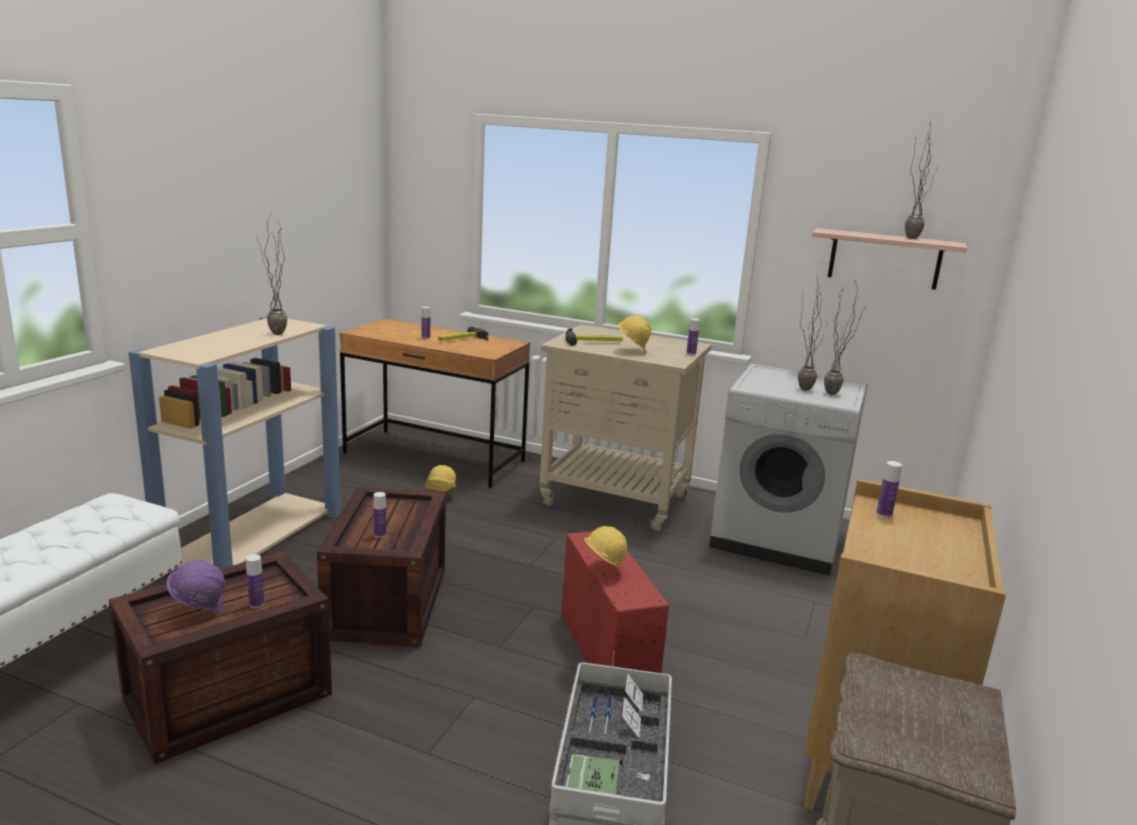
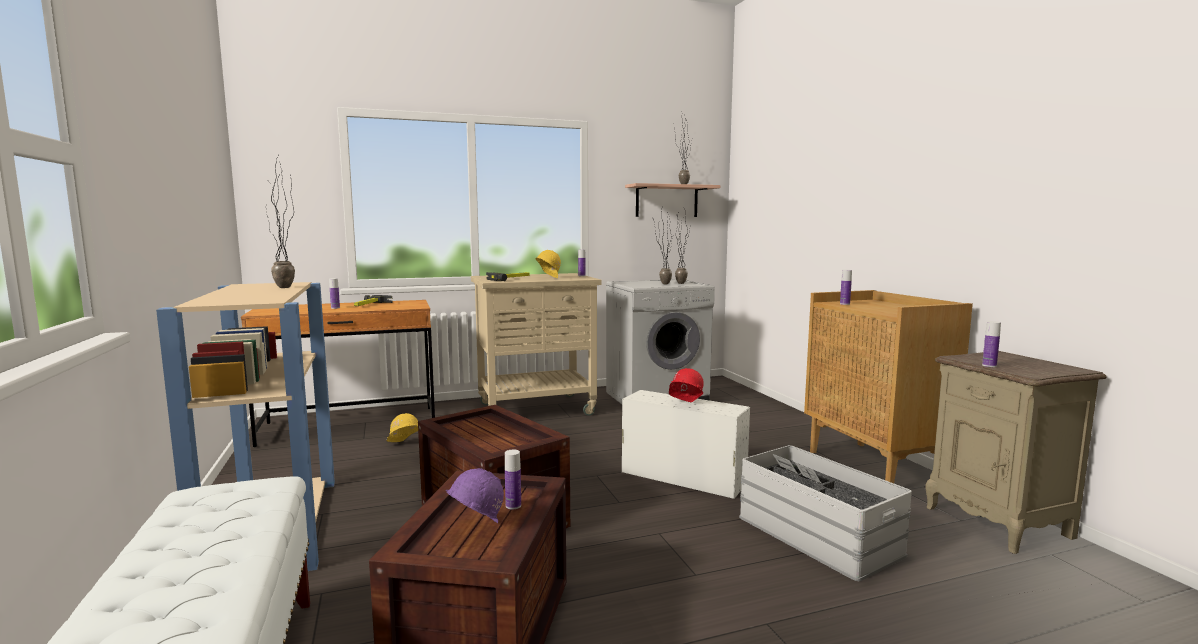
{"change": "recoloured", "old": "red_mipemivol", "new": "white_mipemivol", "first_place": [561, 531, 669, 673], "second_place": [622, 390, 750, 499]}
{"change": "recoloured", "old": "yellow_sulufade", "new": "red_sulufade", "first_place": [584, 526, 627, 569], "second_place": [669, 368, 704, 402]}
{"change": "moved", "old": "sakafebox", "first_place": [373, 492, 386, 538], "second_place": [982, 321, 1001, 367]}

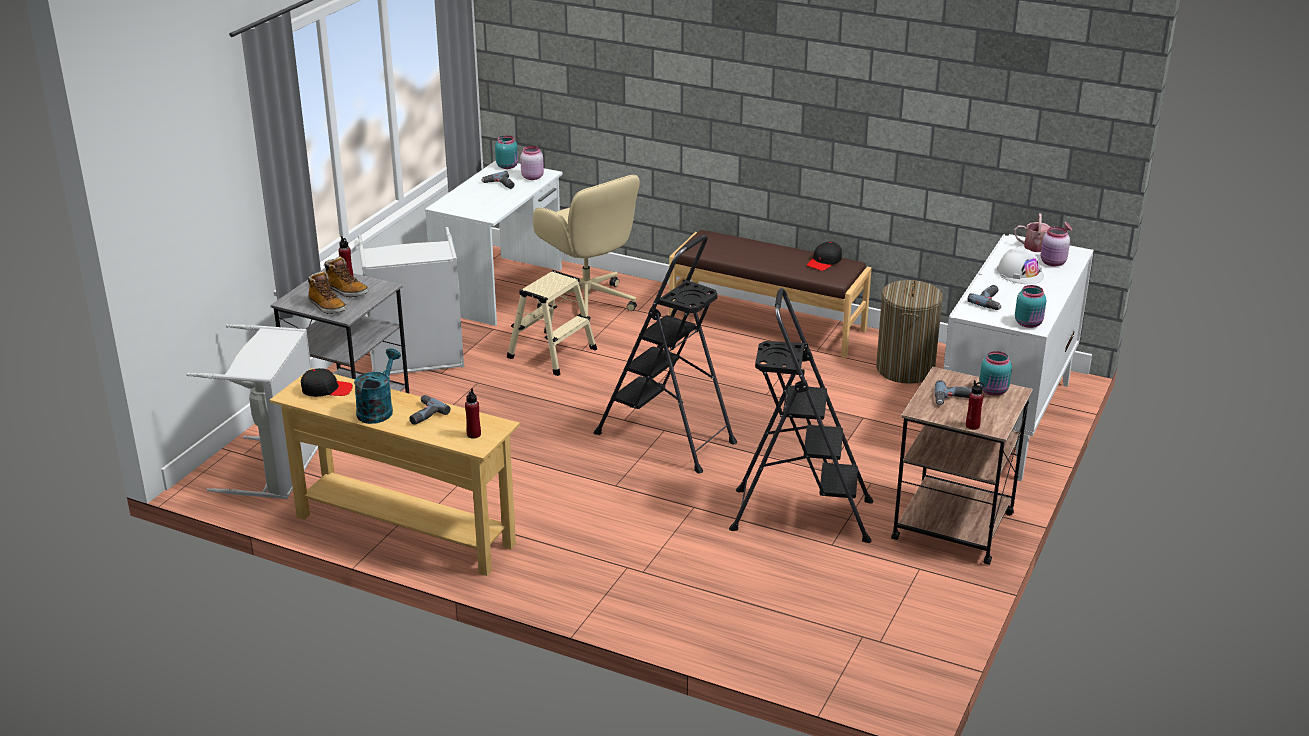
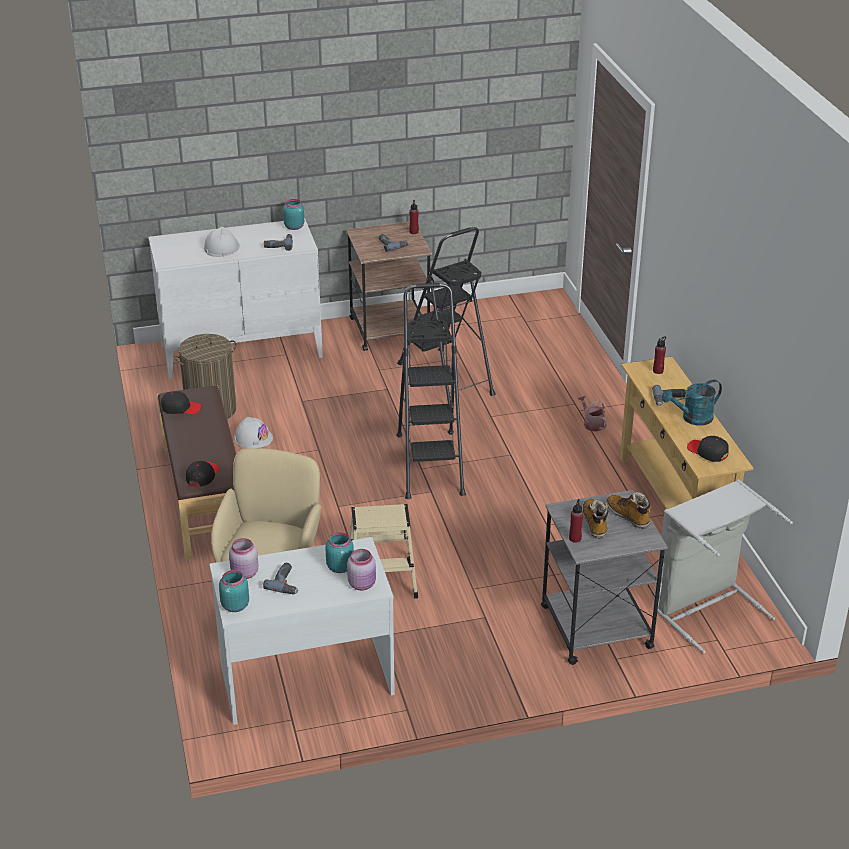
{"change": "added", "new": "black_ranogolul", "second_place": [186, 461, 219, 487]}
{"change": "added", "new": "white_sulufade", "second_place": [234, 417, 273, 448]}
{"change": "moved", "old": "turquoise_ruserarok", "first_place": [979, 351, 1012, 396], "second_place": [325, 532, 354, 573]}
{"change": "moved", "old": "pink_ruserarok", "first_place": [1041, 227, 1070, 266], "second_place": [347, 549, 376, 590]}
{"change": "moved", "old": "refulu", "first_place": [1014, 213, 1072, 252], "second_place": [578, 395, 607, 432]}
{"change": "turned", "old": "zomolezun", "first_place": [308, 271, 347, 314], "second_place": [606, 492, 650, 529], "degrees": -45}
{"change": "removed", "old": "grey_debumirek", "first_place": [358, 227, 465, 375]}

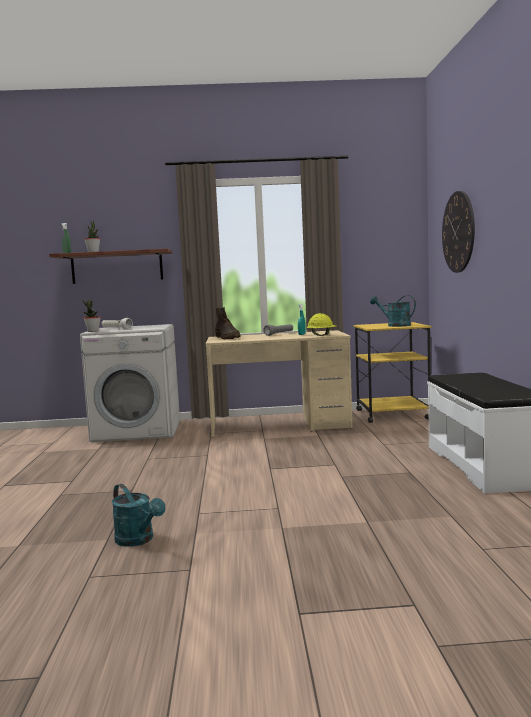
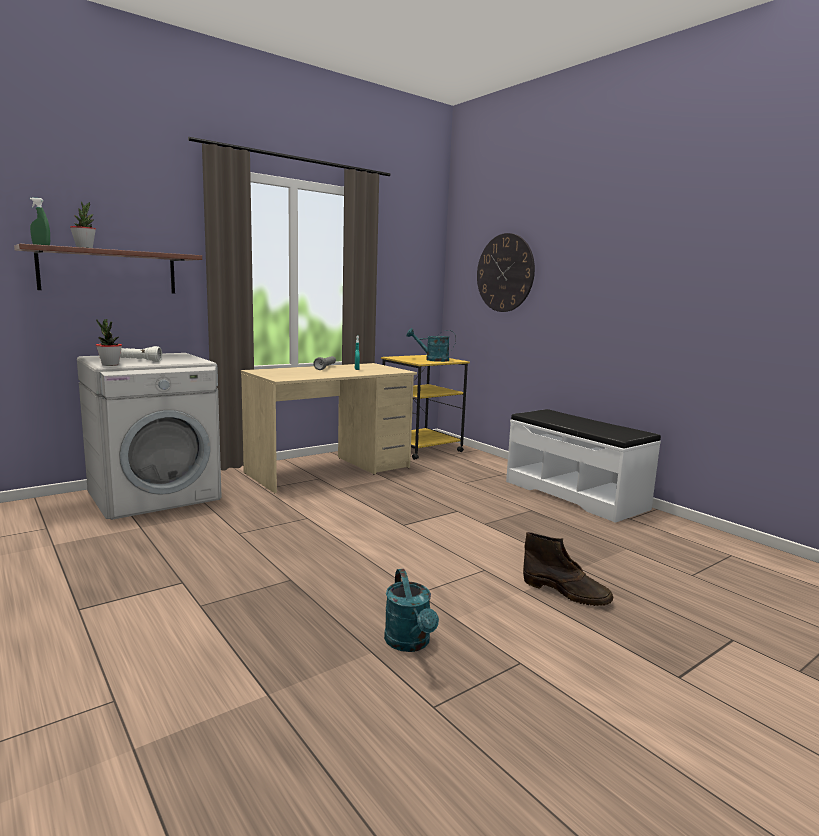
{"change": "turned", "old": "turquoise_refulu", "first_place": [112, 484, 166, 547], "second_place": [384, 569, 439, 652], "degrees": 60}
{"change": "moved", "old": "brown_zomolezun", "first_place": [215, 307, 240, 339], "second_place": [523, 532, 614, 606]}
{"change": "removed", "old": "yellow_sulufade", "first_place": [307, 313, 336, 336]}

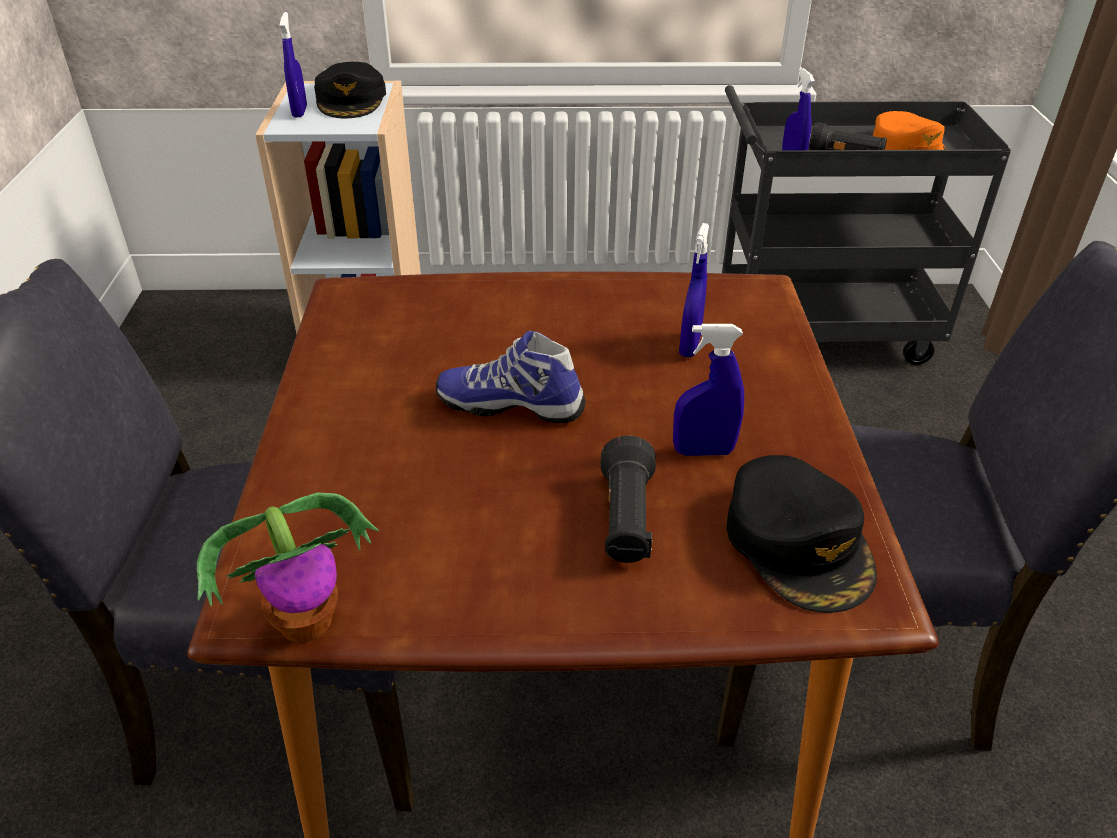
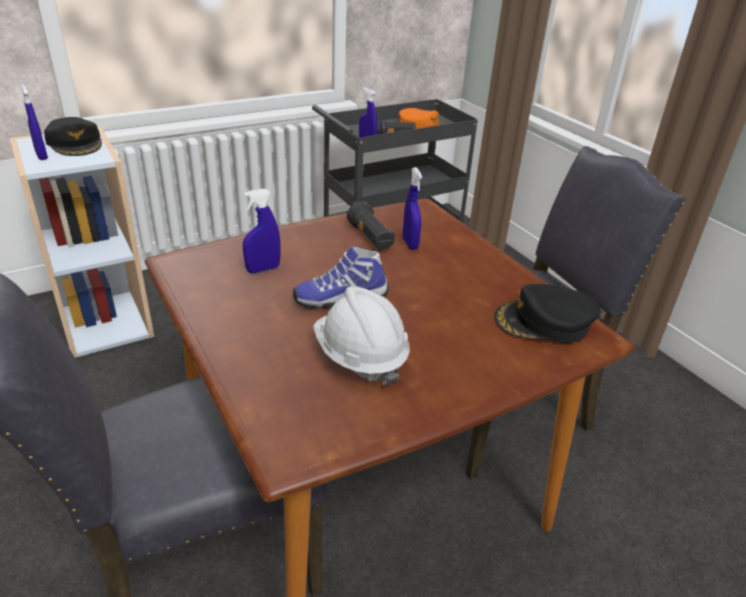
{"change": "moved", "old": "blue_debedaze", "first_place": [673, 324, 744, 456], "second_place": [243, 189, 280, 273]}
{"change": "added", "new": "white_sulufade", "second_place": [313, 286, 410, 386]}
{"change": "moved", "old": "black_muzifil", "first_place": [600, 436, 656, 563], "second_place": [347, 201, 395, 250]}
{"change": "turned", "old": "black_ranogolul", "first_place": [727, 455, 877, 613], "second_place": [494, 284, 601, 343], "degrees": 135}
{"change": "removed", "old": "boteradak", "first_place": [197, 492, 379, 643]}

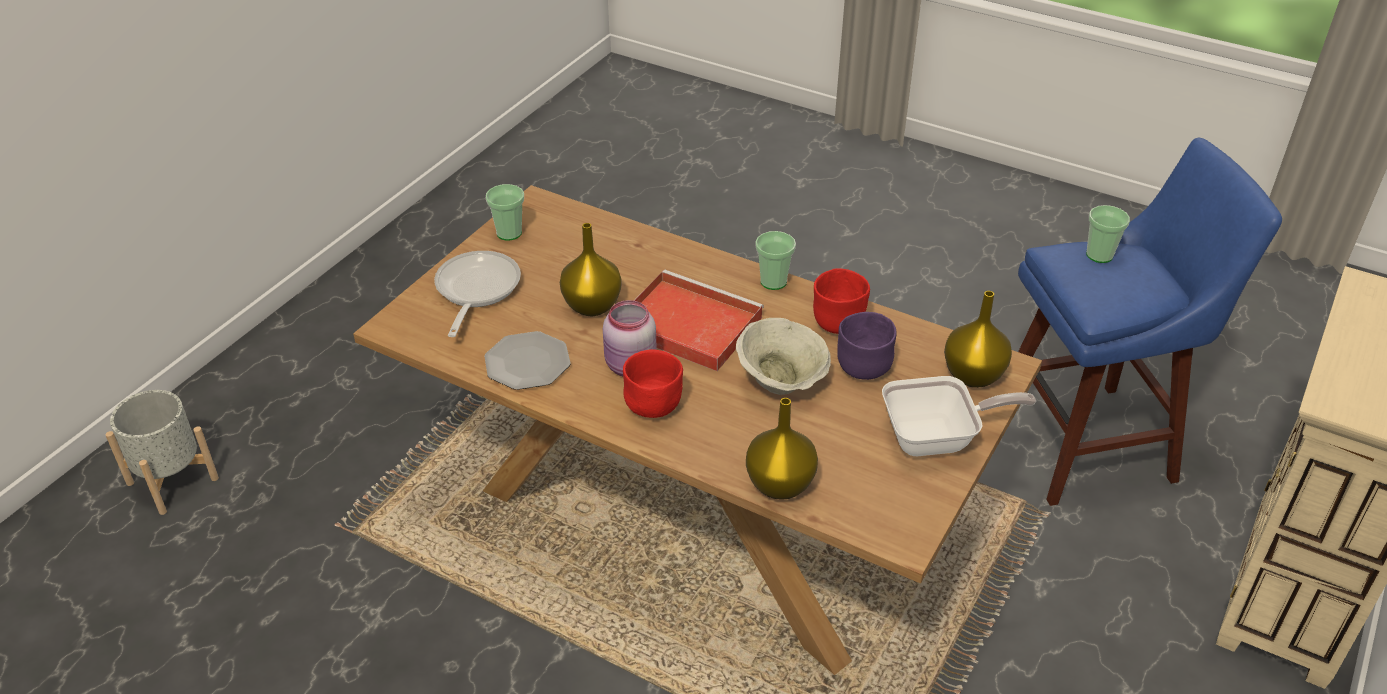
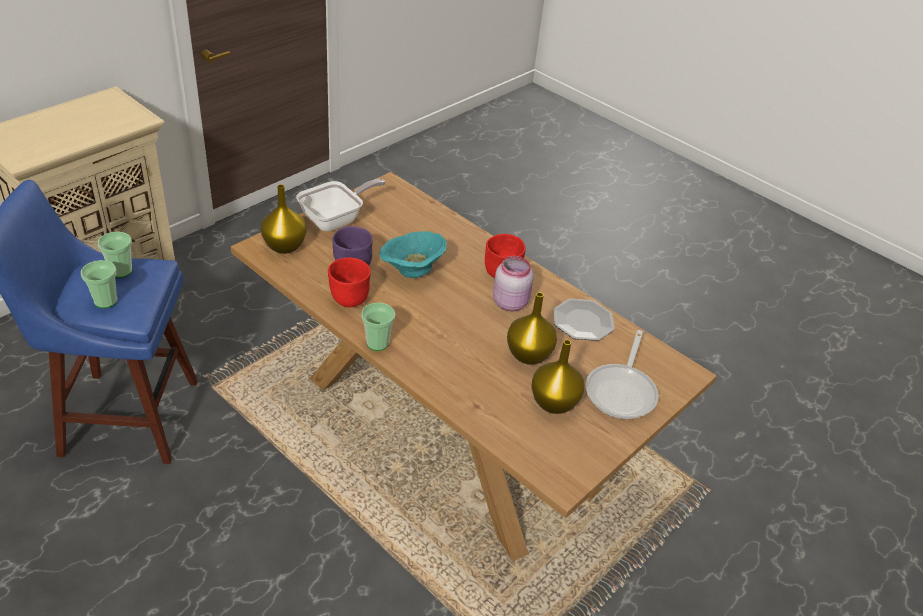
{"change": "moved", "old": "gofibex", "first_place": [486, 184, 524, 241], "second_place": [98, 232, 132, 278]}
{"change": "turned", "old": "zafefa", "first_place": [882, 376, 1036, 456], "second_place": [296, 179, 386, 232], "degrees": 135}
{"change": "recoloured", "old": "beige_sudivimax", "new": "turquoise_sudivimax", "first_place": [736, 318, 831, 395], "second_place": [379, 231, 447, 278]}
{"change": "moved", "old": "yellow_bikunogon", "first_place": [746, 398, 818, 500], "second_place": [531, 340, 584, 414]}
{"change": "removed", "old": "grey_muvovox", "first_place": [105, 390, 219, 515]}
{"change": "removed", "old": "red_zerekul", "first_place": [634, 270, 764, 371]}

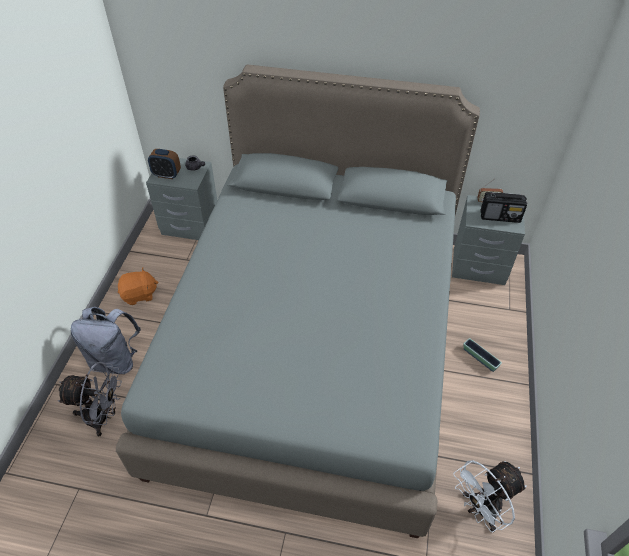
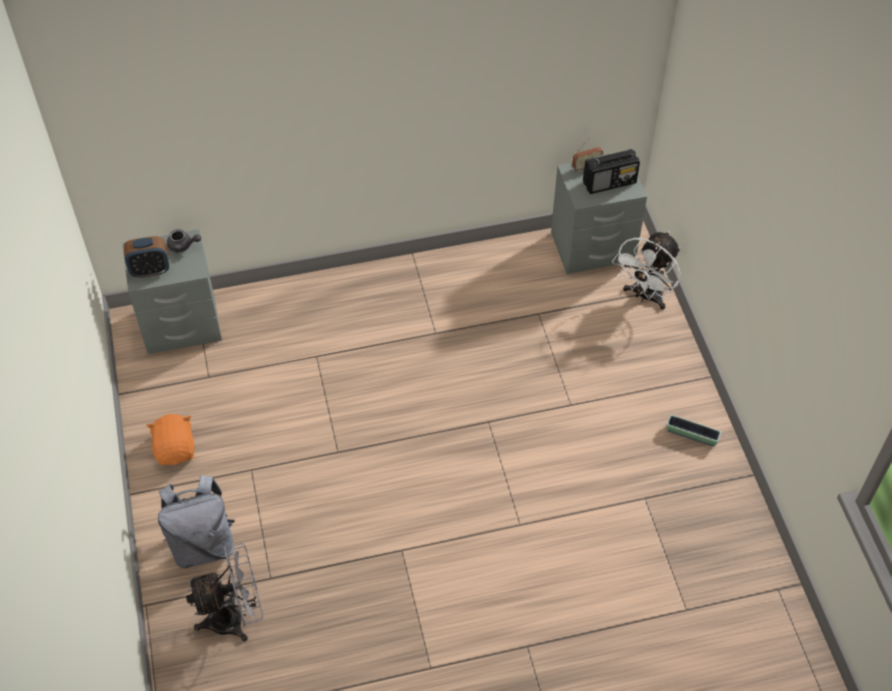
{"change": "turned", "old": "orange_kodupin", "first_place": [118, 268, 158, 305], "second_place": [146, 414, 194, 465], "degrees": -60}
{"change": "moved", "old": "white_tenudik", "first_place": [453, 460, 527, 532], "second_place": [612, 231, 681, 310]}
{"change": "moved", "old": "muvovox", "first_place": [463, 338, 502, 372], "second_place": [667, 415, 722, 447]}
{"change": "removed", "old": "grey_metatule", "first_place": [116, 65, 480, 538]}

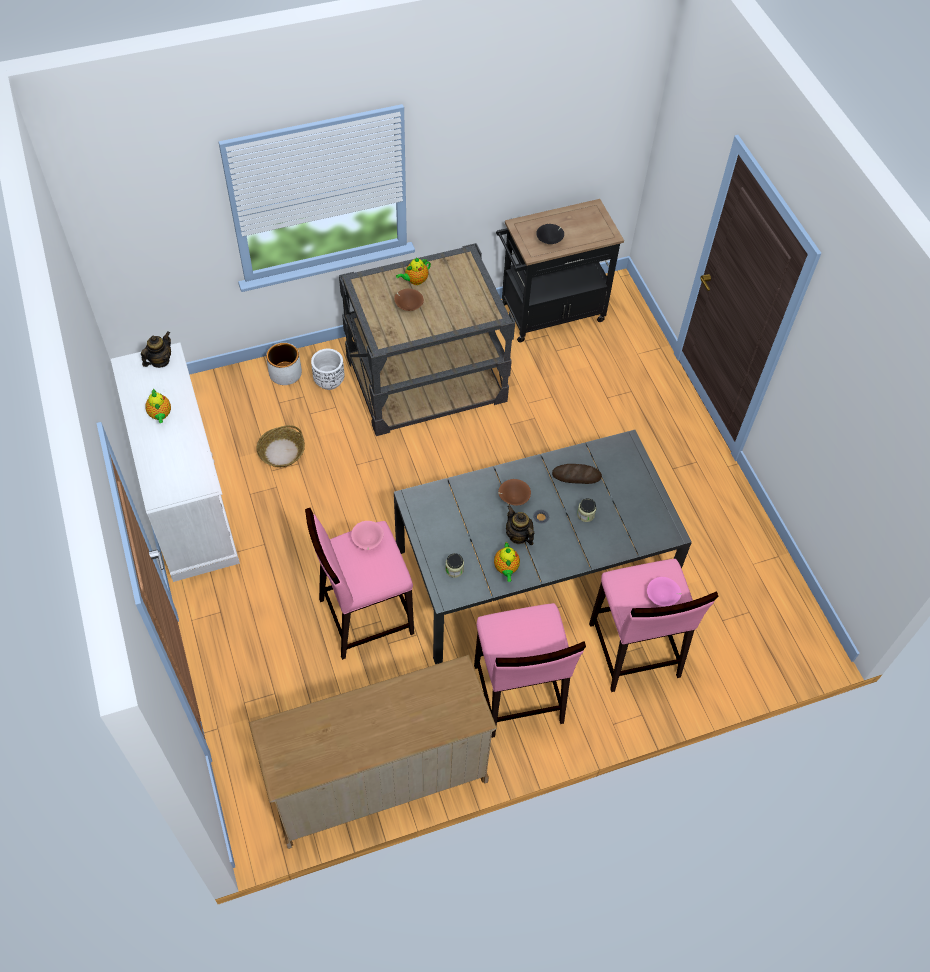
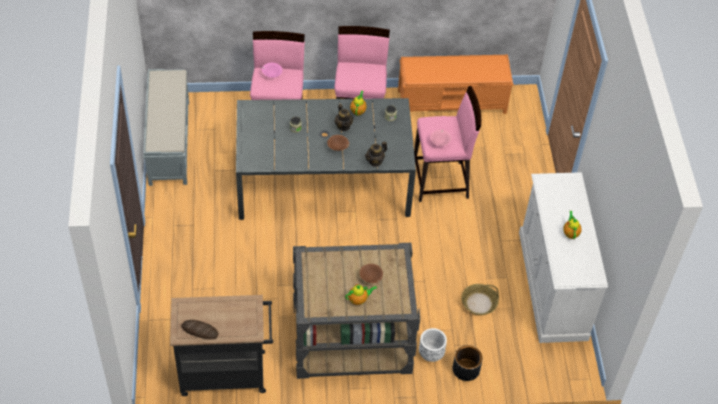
{"change": "added", "new": "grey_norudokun", "second_place": [143, 69, 189, 186]}
{"change": "moved", "old": "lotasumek", "first_place": [552, 464, 602, 484], "second_place": [181, 320, 218, 340]}
{"change": "moved", "old": "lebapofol", "first_place": [141, 331, 171, 368], "second_place": [365, 141, 387, 167]}
{"change": "replaced", "old": "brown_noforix", "new": "orange_norudokun", "first_place": [249, 655, 497, 849], "second_place": [398, 55, 513, 114]}
{"change": "recoloured", "old": "white_muvovox", "new": "black_muvovox", "first_place": [266, 343, 302, 385], "second_place": [453, 345, 483, 381]}
{"change": "removed", "old": "black_sudivimax", "first_place": [536, 224, 564, 244]}

